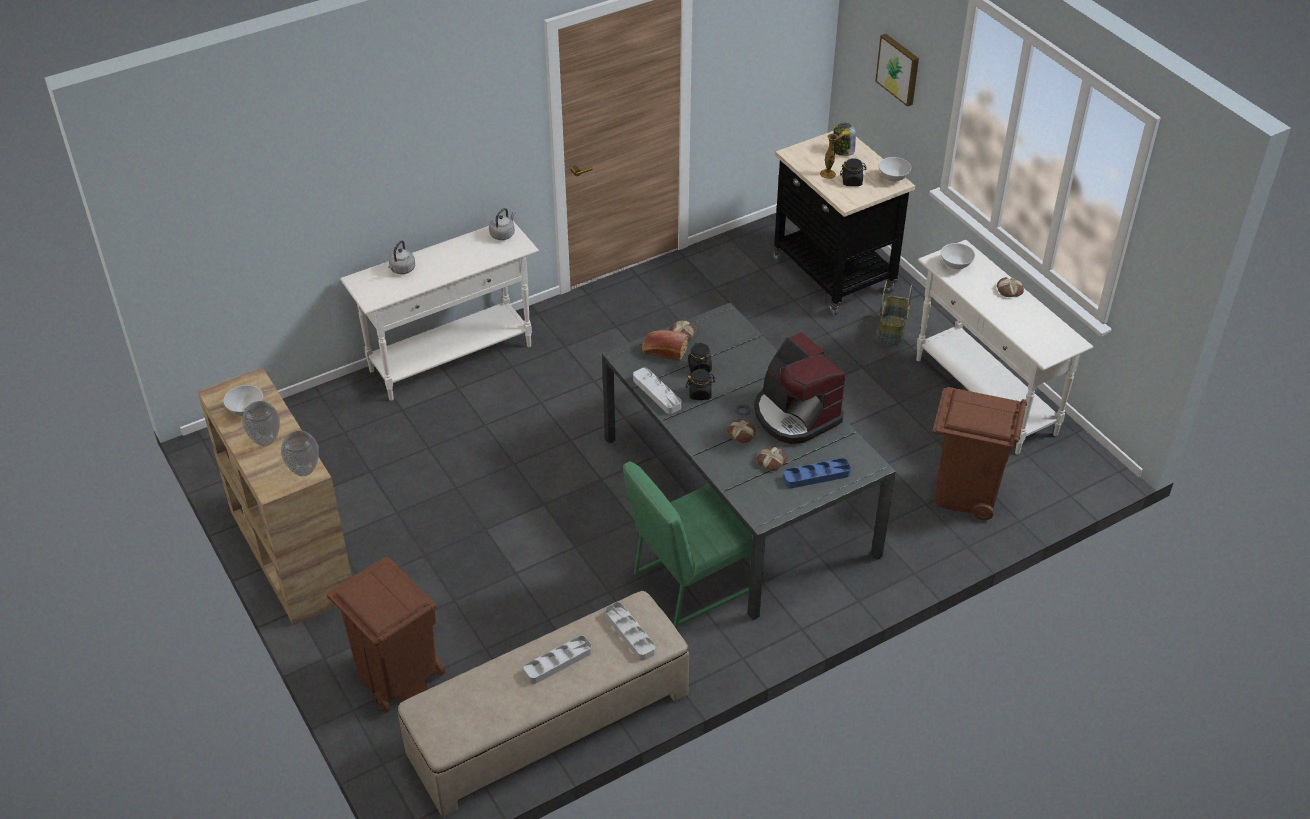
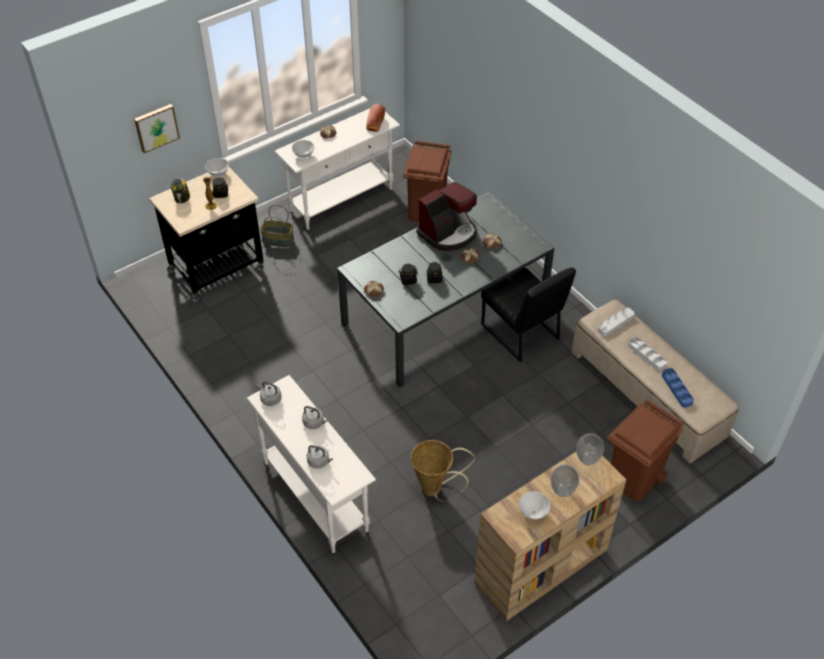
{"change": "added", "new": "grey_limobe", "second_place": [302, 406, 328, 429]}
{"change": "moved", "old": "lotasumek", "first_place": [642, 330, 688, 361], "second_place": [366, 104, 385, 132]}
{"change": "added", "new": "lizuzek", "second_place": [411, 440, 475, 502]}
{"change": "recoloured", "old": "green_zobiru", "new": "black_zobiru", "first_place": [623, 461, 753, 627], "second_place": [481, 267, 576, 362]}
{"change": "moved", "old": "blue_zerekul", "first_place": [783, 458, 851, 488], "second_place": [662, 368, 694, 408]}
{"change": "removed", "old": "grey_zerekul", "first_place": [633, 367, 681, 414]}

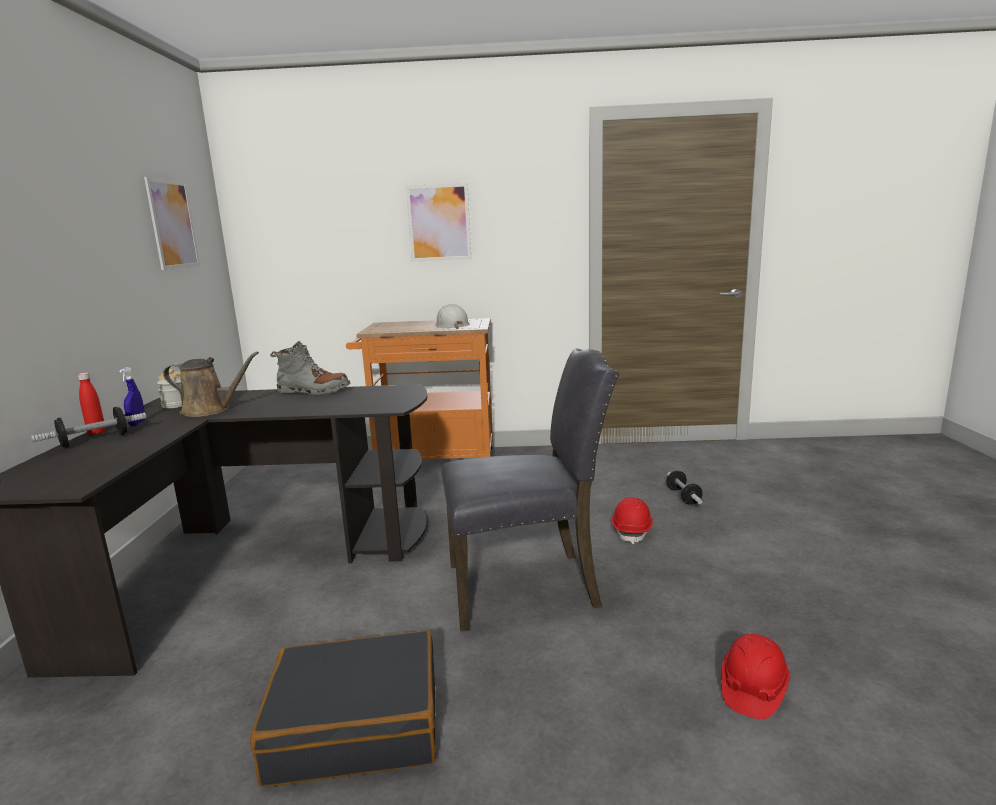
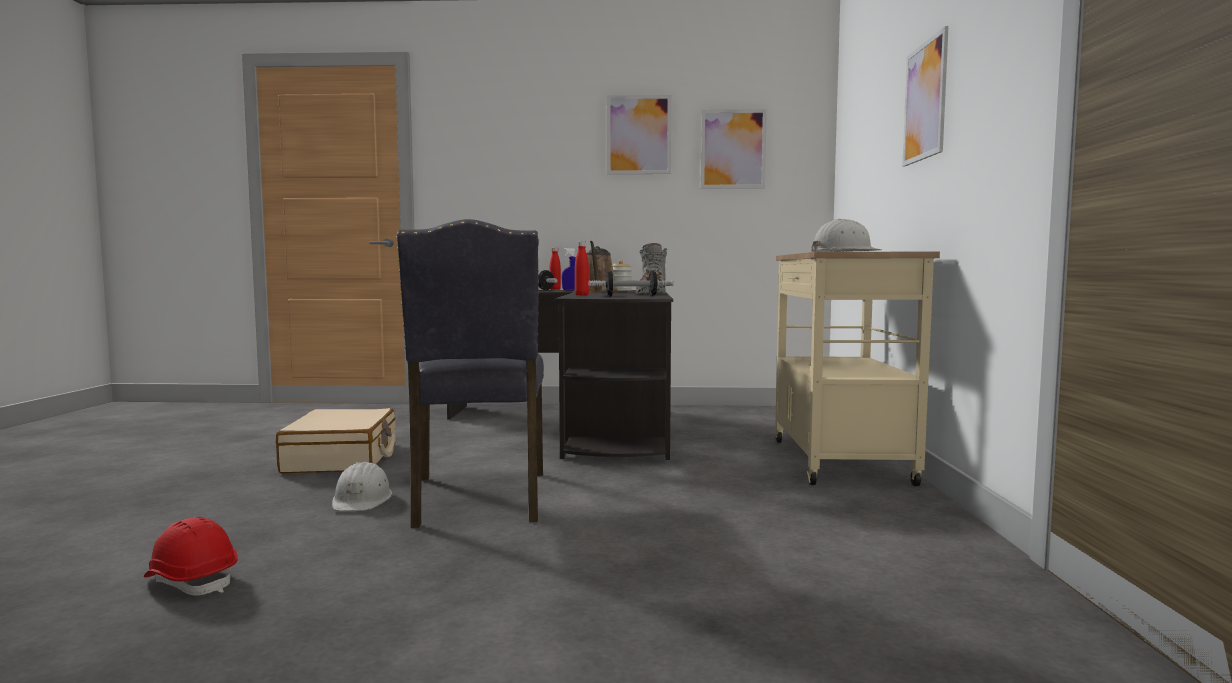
{"change": "recoloured", "old": "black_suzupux", "new": "beige_suzupux", "first_place": [250, 630, 436, 787], "second_place": [276, 408, 396, 473]}
{"change": "added", "new": "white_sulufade", "second_place": [332, 462, 392, 511]}
{"change": "added", "new": "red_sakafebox", "second_place": [575, 241, 589, 295]}
{"change": "moved", "old": "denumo", "first_place": [666, 471, 703, 505], "second_place": [589, 270, 674, 297]}
{"change": "added", "new": "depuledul", "second_place": [607, 95, 671, 174]}
{"change": "recoloured", "old": "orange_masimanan", "new": "beige_masimanan", "first_place": [346, 318, 493, 459], "second_place": [775, 252, 940, 486]}
{"change": "removed", "old": "red_sulufade", "first_place": [612, 497, 653, 544]}

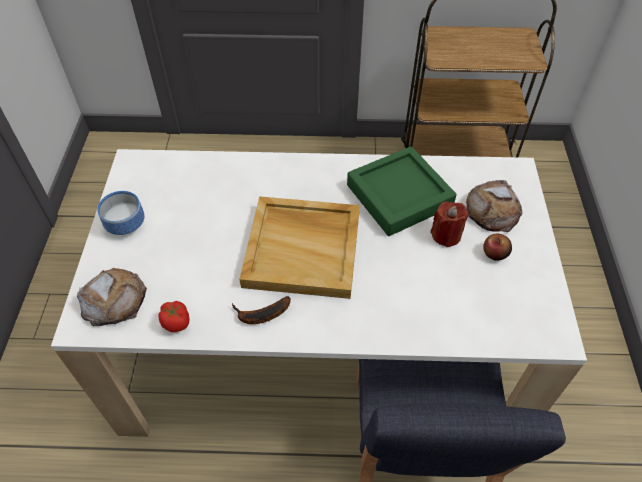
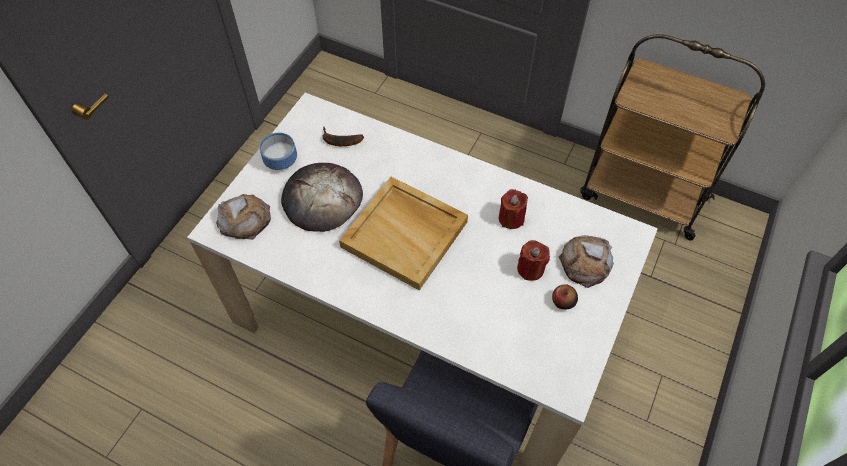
{"change": "added", "new": "lotasumek", "second_place": [281, 163, 363, 232]}
{"change": "moved", "old": "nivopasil", "first_place": [232, 296, 291, 324], "second_place": [322, 126, 364, 146]}
{"change": "replaced", "old": "green_zerekul", "new": "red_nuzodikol", "first_place": [347, 146, 457, 236], "second_place": [499, 189, 528, 229]}
{"change": "removed", "old": "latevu", "first_place": [158, 301, 189, 332]}

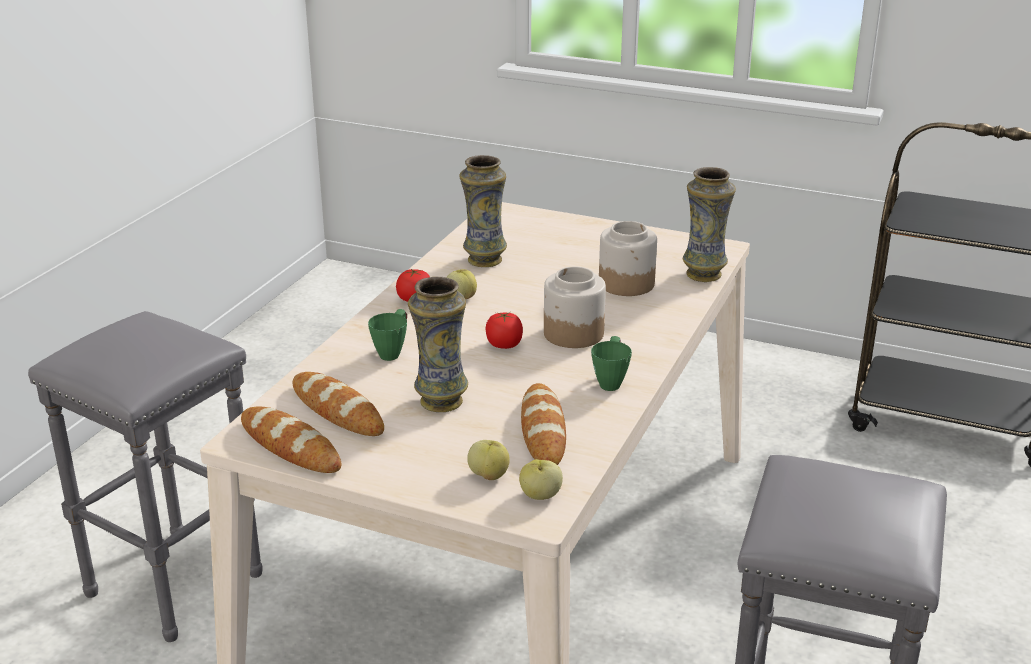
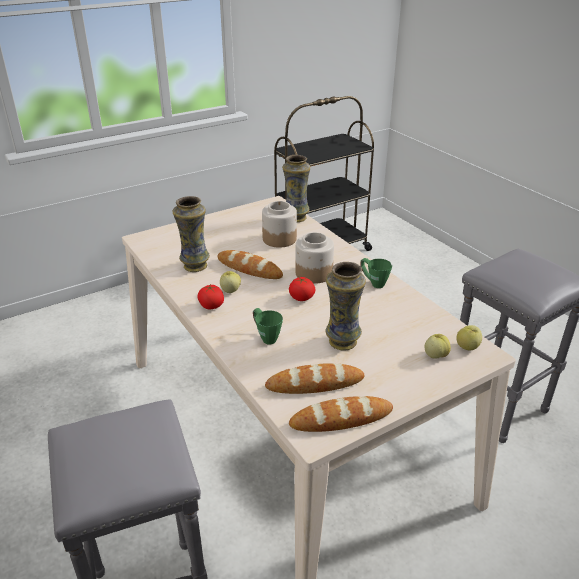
{"change": "moved", "old": "lotasumek", "first_place": [521, 383, 566, 465], "second_place": [218, 250, 283, 279]}

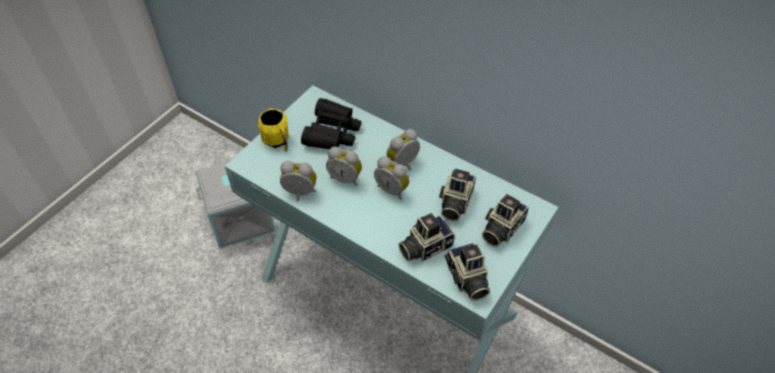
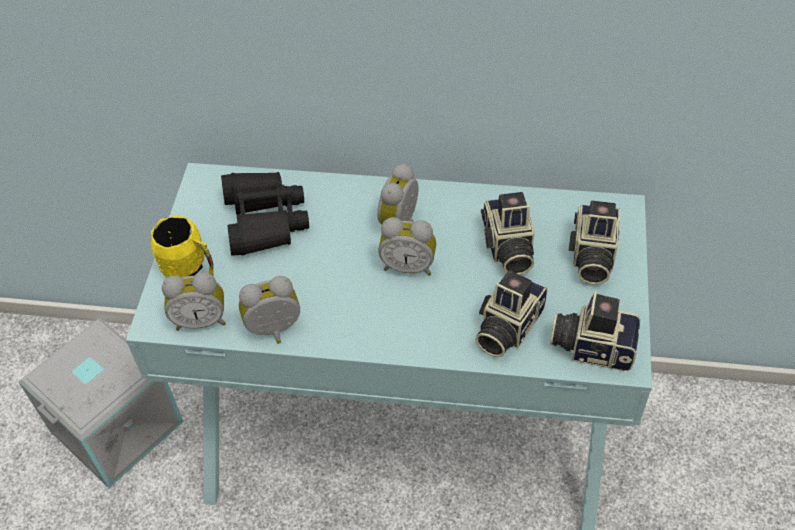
{"change": "moved", "old": "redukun", "first_place": [326, 146, 362, 186], "second_place": [162, 272, 226, 331]}
{"change": "turned", "old": "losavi", "first_place": [445, 243, 490, 301], "second_place": [550, 291, 640, 371], "degrees": 150}

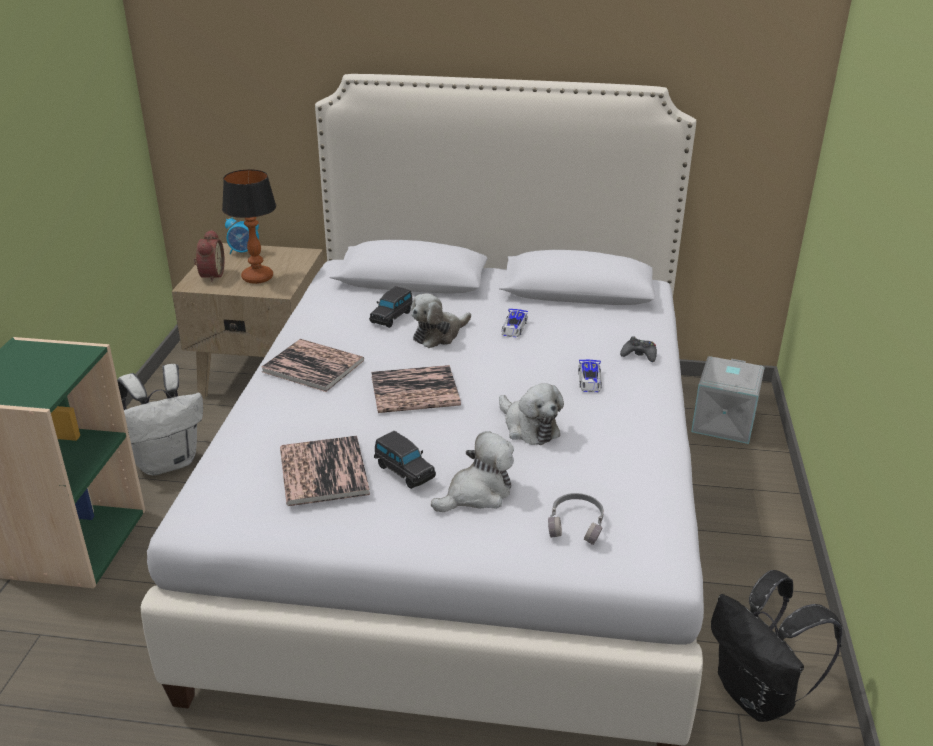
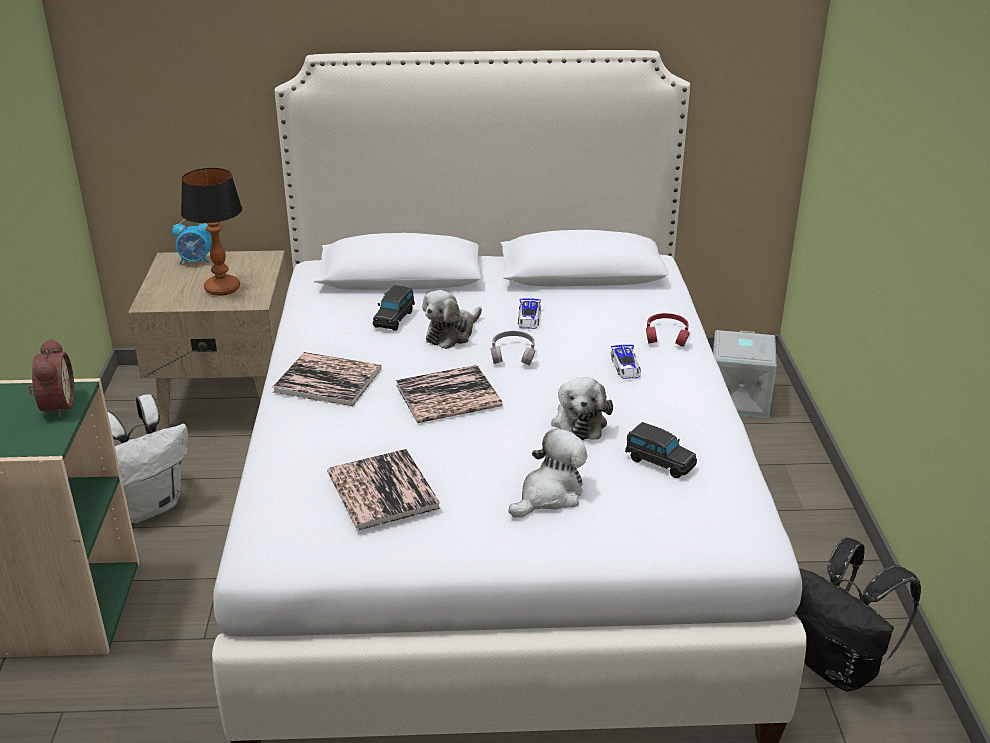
{"change": "moved", "old": "redukun", "first_place": [194, 230, 224, 282], "second_place": [28, 338, 74, 418]}
{"change": "moved", "old": "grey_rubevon", "first_place": [548, 493, 604, 545], "second_place": [490, 331, 535, 365]}
{"change": "turned", "old": "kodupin", "first_place": [499, 383, 564, 445], "second_place": [551, 377, 613, 440], "degrees": 45}
{"change": "moved", "old": "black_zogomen", "first_place": [374, 431, 436, 489], "second_place": [625, 422, 697, 478]}
{"change": "replaced", "old": "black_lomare", "new": "red_rubevon", "first_place": [620, 336, 657, 362], "second_place": [646, 313, 690, 347]}

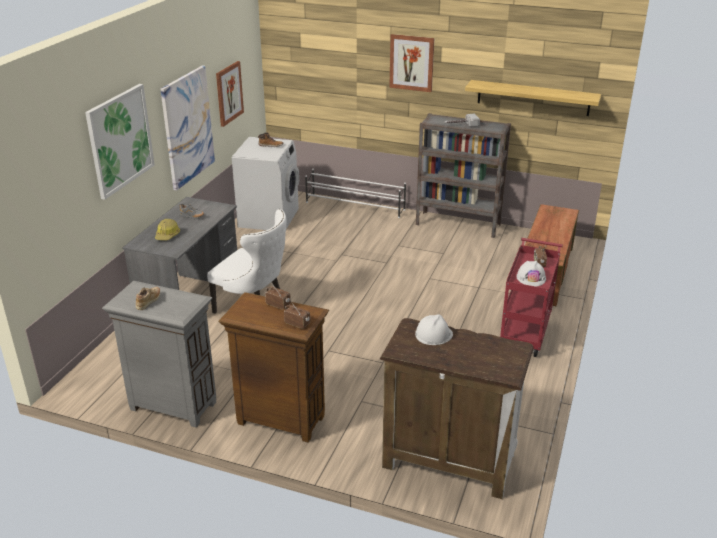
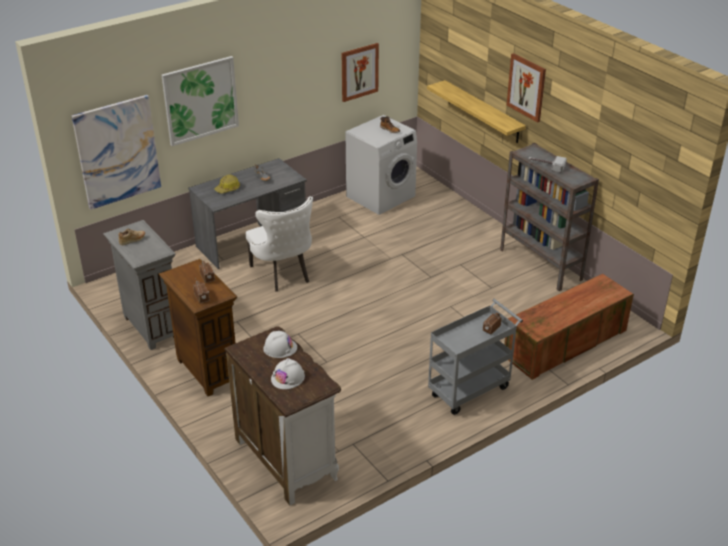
{"change": "moved", "old": "depuledul", "first_place": [160, 65, 215, 191], "second_place": [72, 95, 161, 210]}
{"change": "moved", "old": "white_sulufade", "first_place": [516, 261, 546, 287], "second_place": [271, 358, 305, 389]}
{"change": "moved", "old": "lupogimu", "first_place": [465, 80, 601, 116], "second_place": [427, 80, 526, 143]}
{"change": "recoloured", "old": "red_masimanan", "new": "grey_masimanan", "first_place": [500, 238, 563, 357], "second_place": [428, 299, 523, 415]}
{"change": "removed", "old": "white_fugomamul", "first_place": [305, 169, 406, 218]}

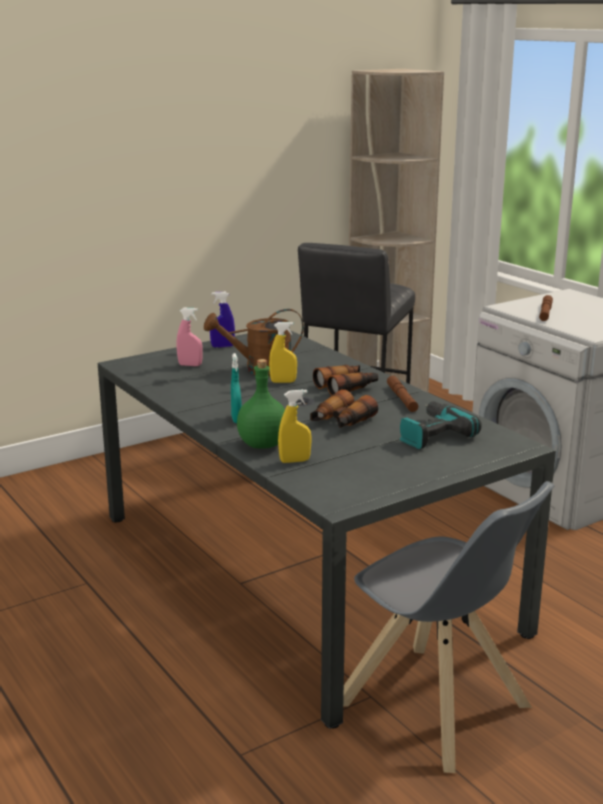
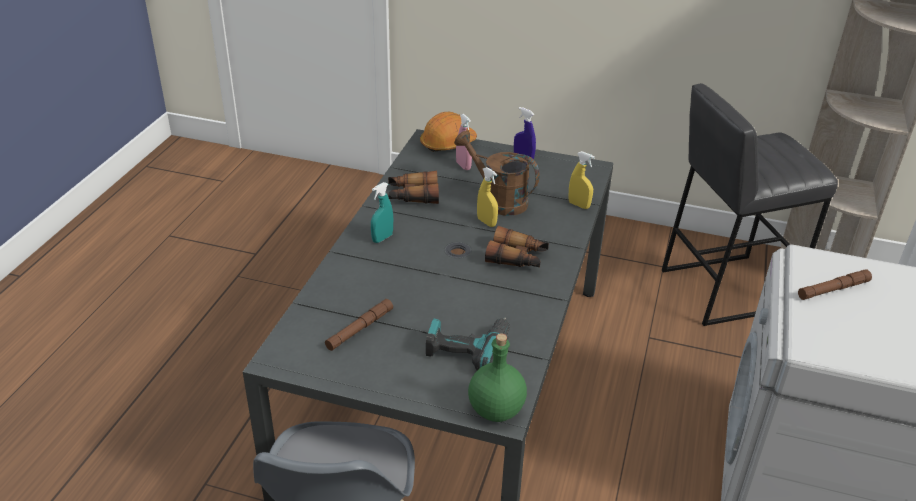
{"change": "moved", "old": "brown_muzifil", "first_place": [387, 376, 418, 412], "second_place": [325, 299, 393, 351]}
{"change": "moved", "old": "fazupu", "first_place": [310, 389, 378, 428], "second_place": [388, 171, 439, 204]}
{"change": "added", "new": "orange_sulufade", "second_place": [420, 112, 477, 152]}
{"change": "moved", "old": "green_sakafebox", "first_place": [237, 359, 285, 449], "second_place": [468, 333, 527, 422]}
{"change": "moved", "old": "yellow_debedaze", "first_place": [278, 389, 312, 463], "second_place": [569, 151, 595, 209]}

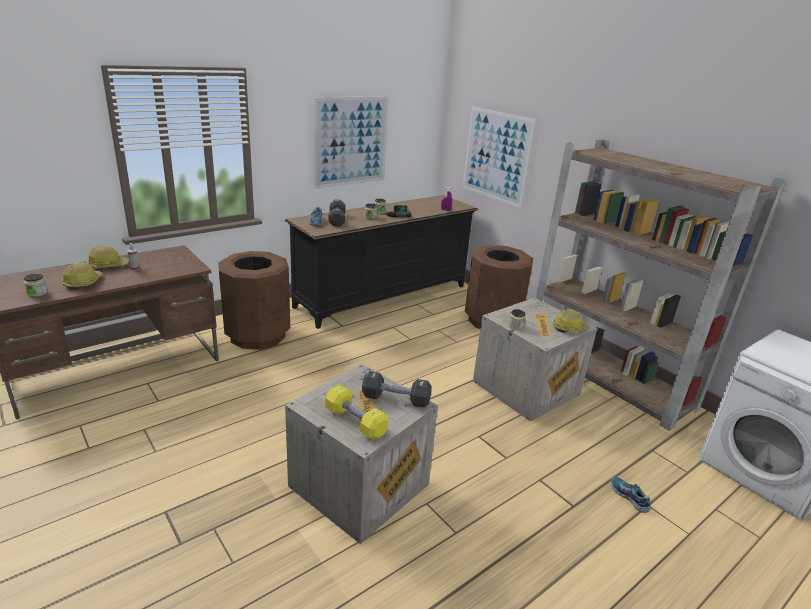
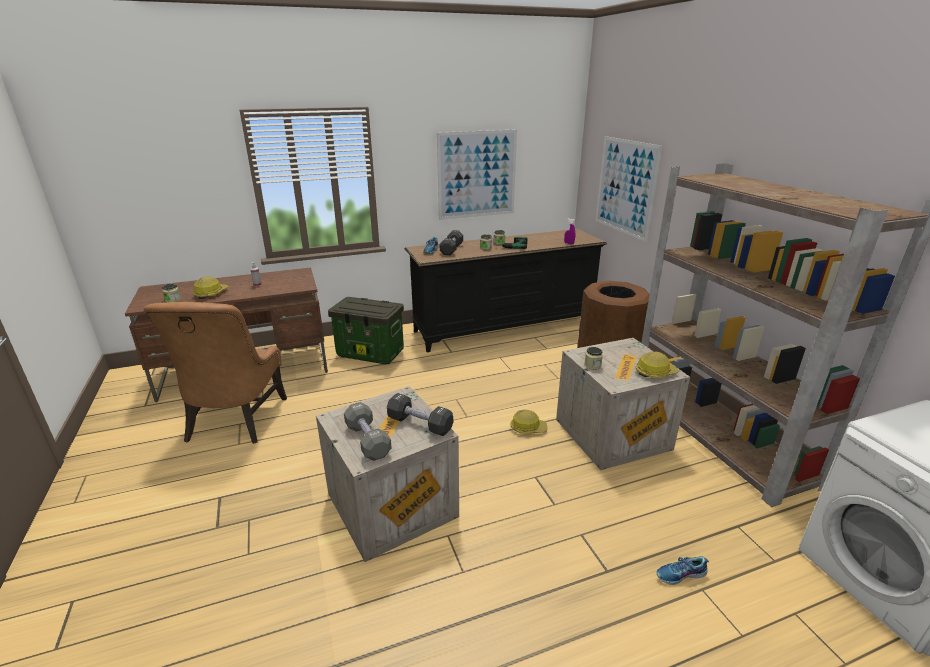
{"change": "added", "new": "brown_zobiru", "second_place": [144, 302, 287, 444]}
{"change": "replaced", "old": "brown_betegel", "new": "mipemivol", "first_place": [218, 251, 290, 350], "second_place": [328, 297, 404, 364]}
{"change": "recoloured", "old": "yellow_denumo", "new": "grey_denumo", "first_place": [325, 384, 389, 440], "second_place": [344, 402, 391, 461]}
{"change": "moved", "old": "sulufade", "first_place": [87, 246, 129, 268], "second_place": [510, 410, 547, 434]}
{"change": "turned", "old": "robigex", "first_place": [611, 477, 650, 513], "second_place": [657, 556, 709, 585], "degrees": -90}

